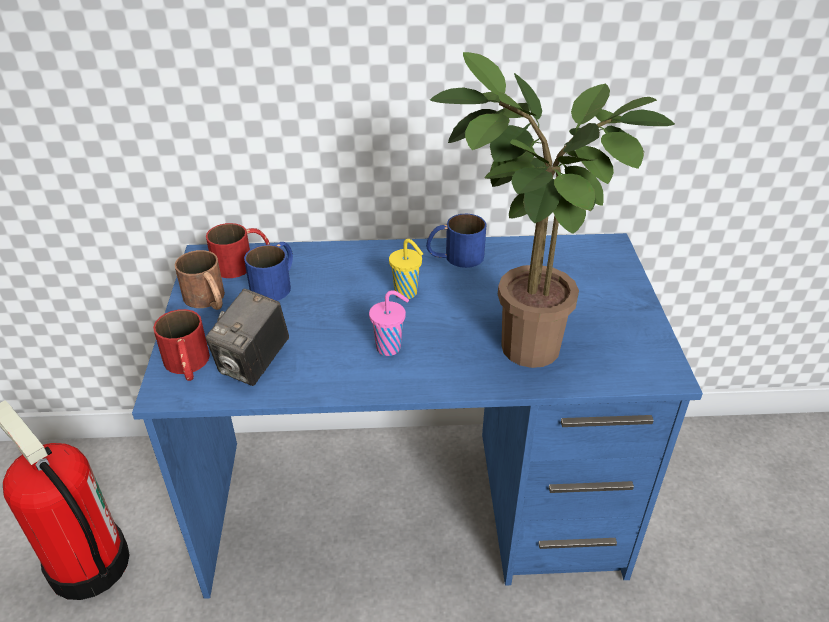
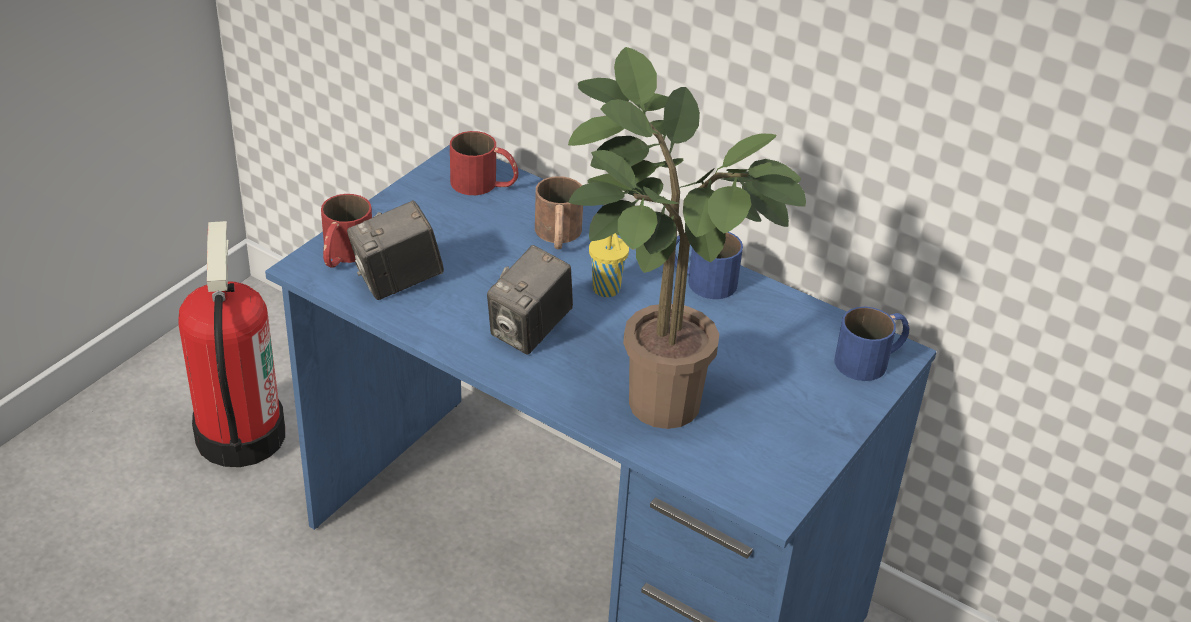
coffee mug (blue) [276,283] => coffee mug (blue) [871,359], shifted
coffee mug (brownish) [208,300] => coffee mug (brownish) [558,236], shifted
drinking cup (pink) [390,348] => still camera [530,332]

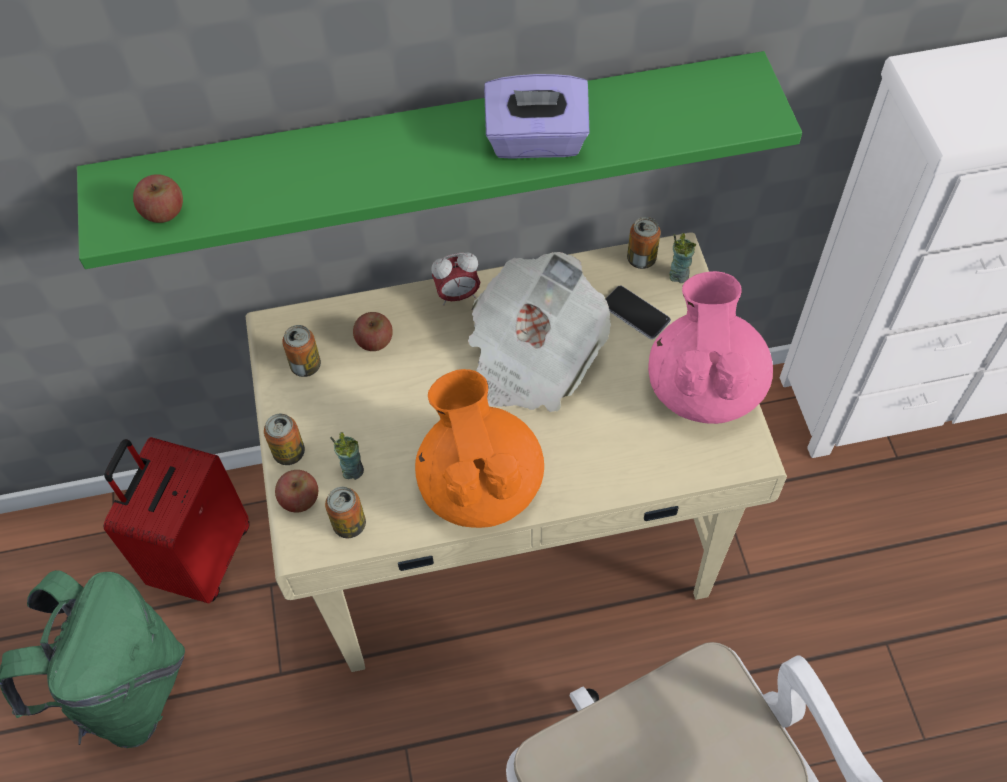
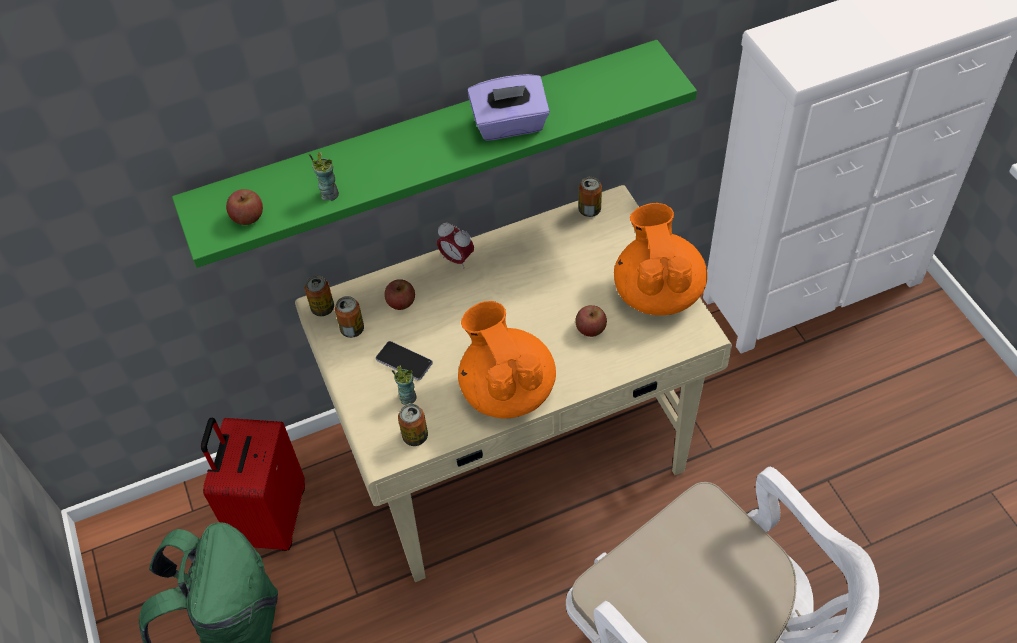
drinking cup [679,275] => drinking cup [329,194], shifted
bedside clock [457,295] => bedside clock [456,259], 60 degrees clockwise
newspaper [531,358] => nothing
tea pot (pink) [704,386] => tea pot (orange) [657,291]
phone [635,313] => phone [404,361], shifted
metal can [289,453] => metal can [323,308], shifted
whole apple [300,499] => whole apple [590,329], shifted

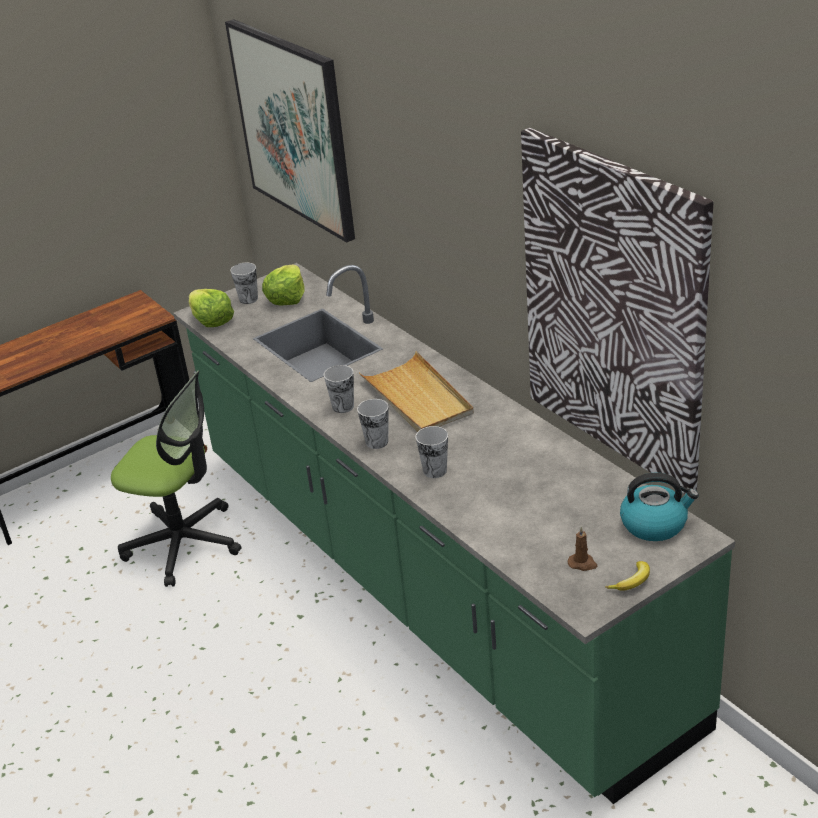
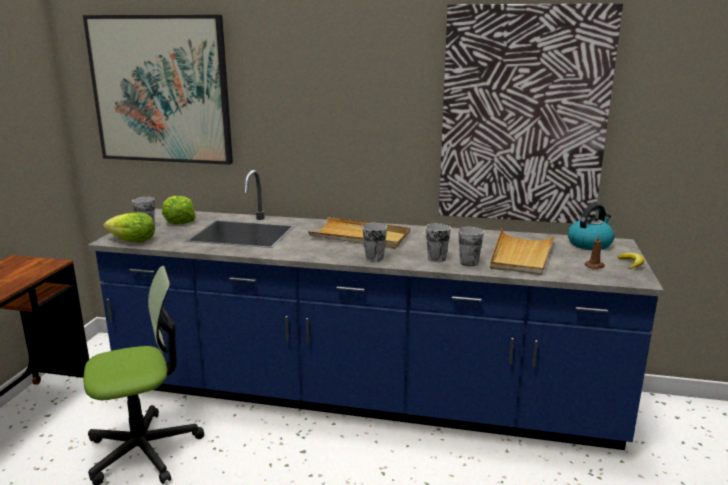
kitchen counter (green) [426,582] => kitchen counter (blue) [364,395]
drinking cup [343,406] => drinking cup [469,262], shifted
nothing => tray (sand-coloured) [521,255]

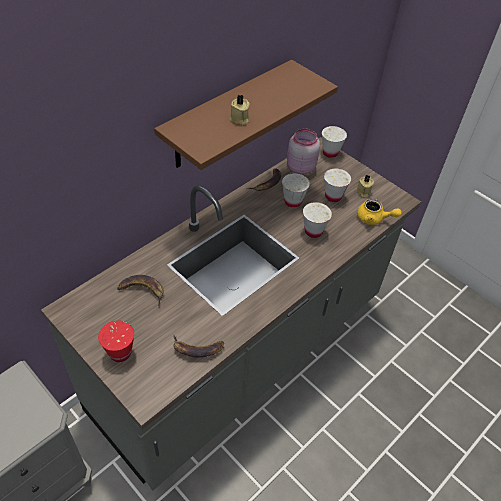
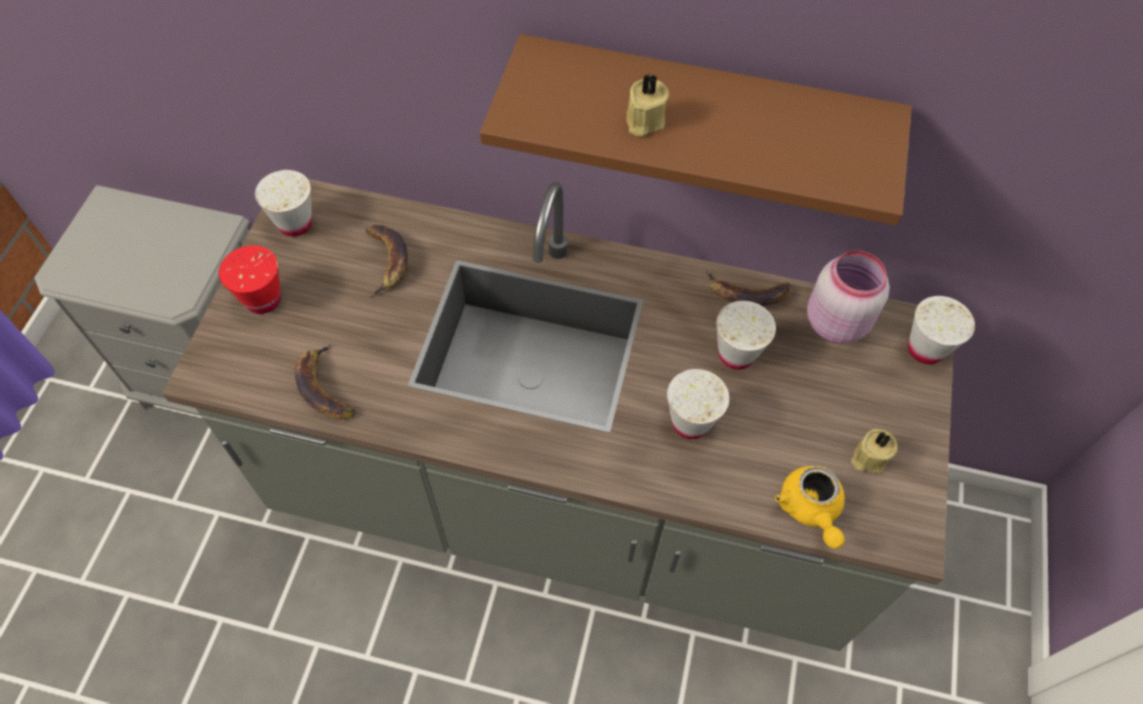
drinking cup (white-coloured) [333,196] => drinking cup (white-coloured) [295,224], shifted

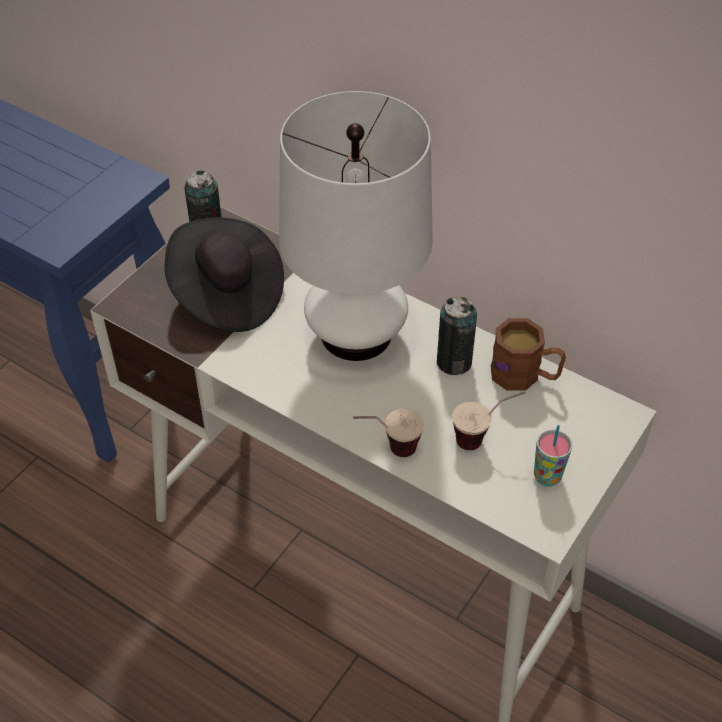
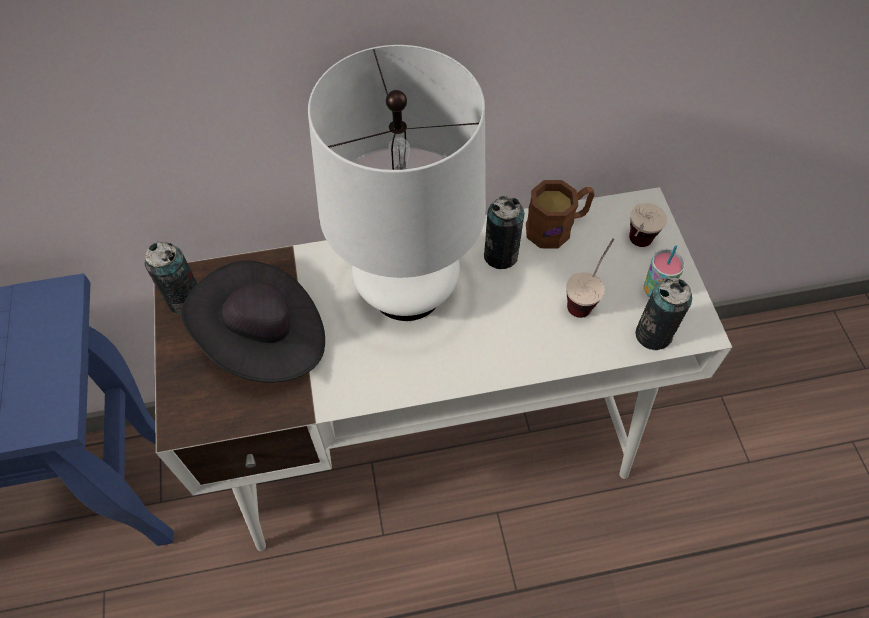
drinking cup [387,450] => drinking cup [635,248], shifted
nothing => metal can [653,334]

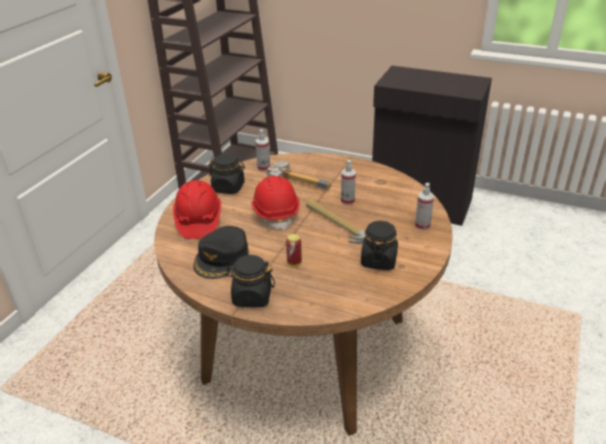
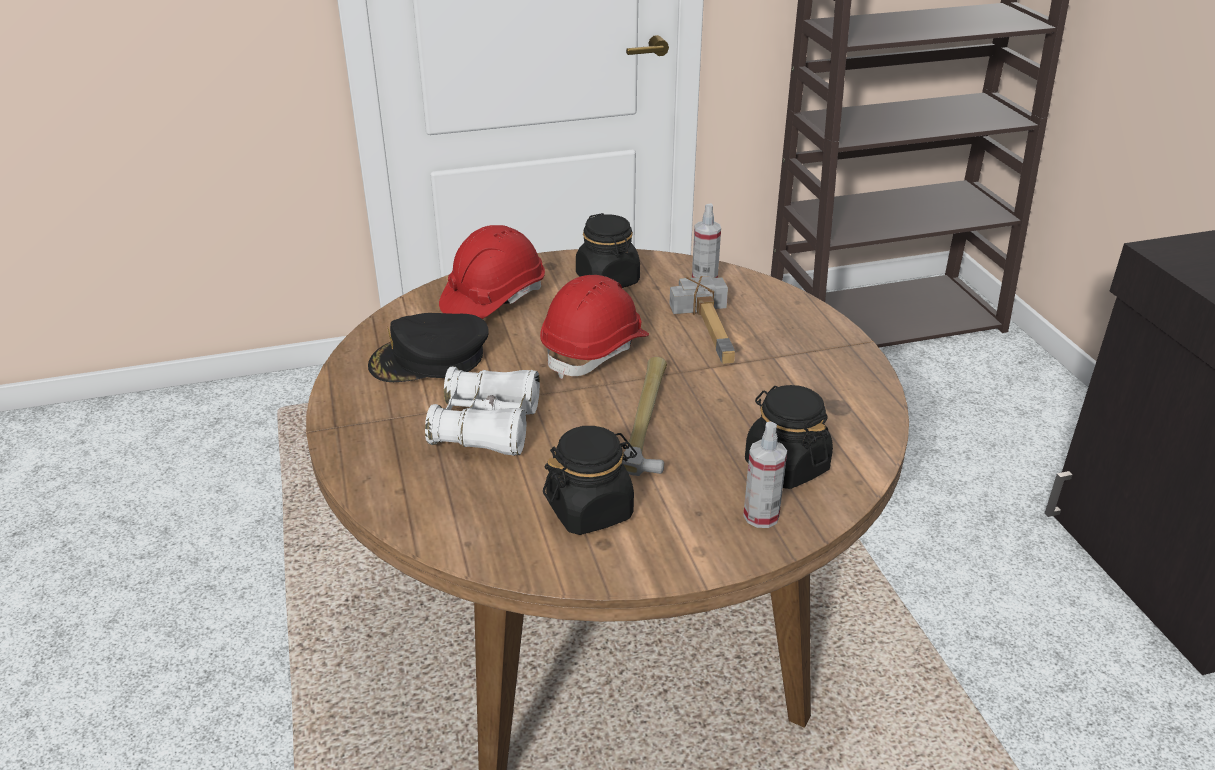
spray bottle [347,201] => nothing
metal can [294,263] => field glasses (white-coloured) [487,426]
preserve jar (blackish) [251,297] => preserve jar (blackish) [786,466], shifted

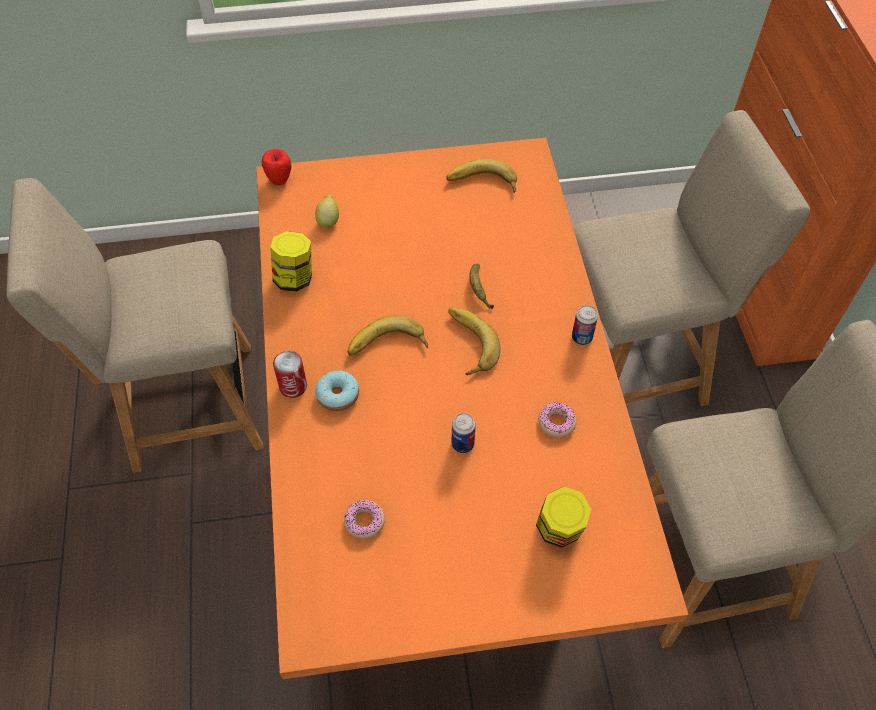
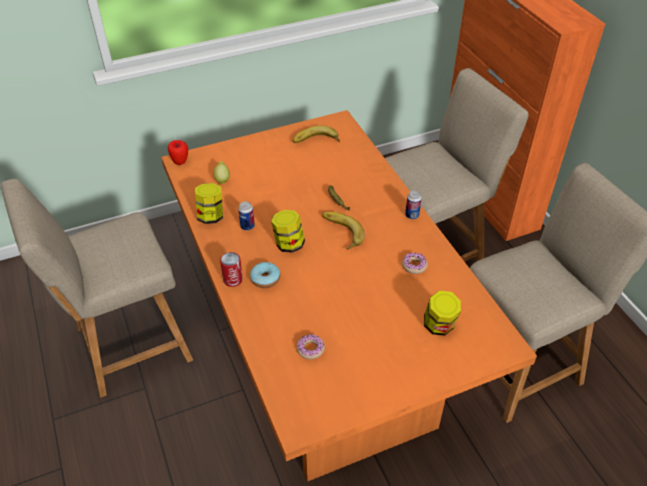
banana [388,346] => preserve jar [288,244]
metal can [462,444] => metal can [247,226], shifted

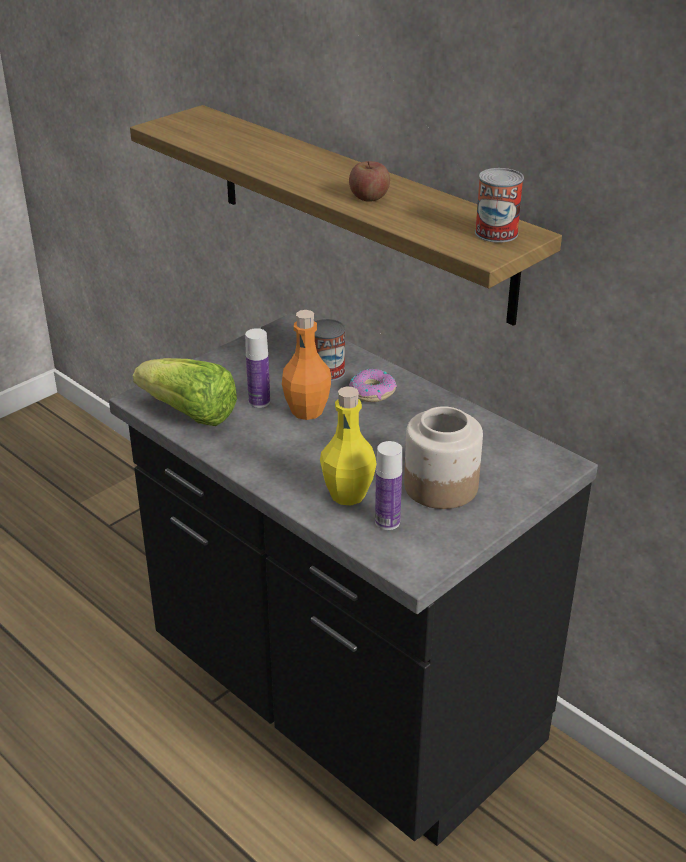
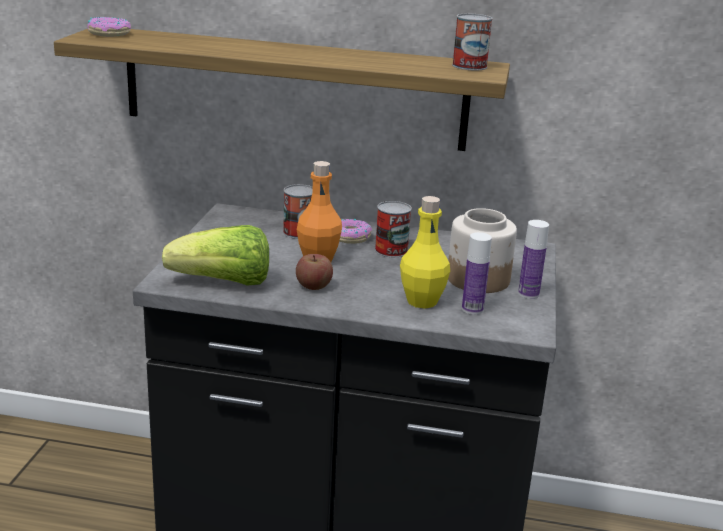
whole apple [369,197] => whole apple [313,286], shifted
bottle [259,401] => bottle [528,294], shifted
nothing => donut [109,33]
nothing => metal can [391,250]

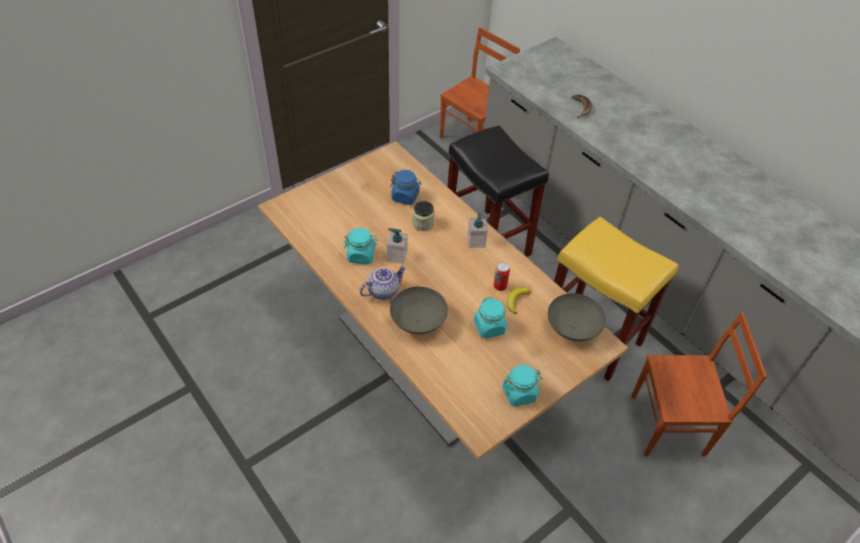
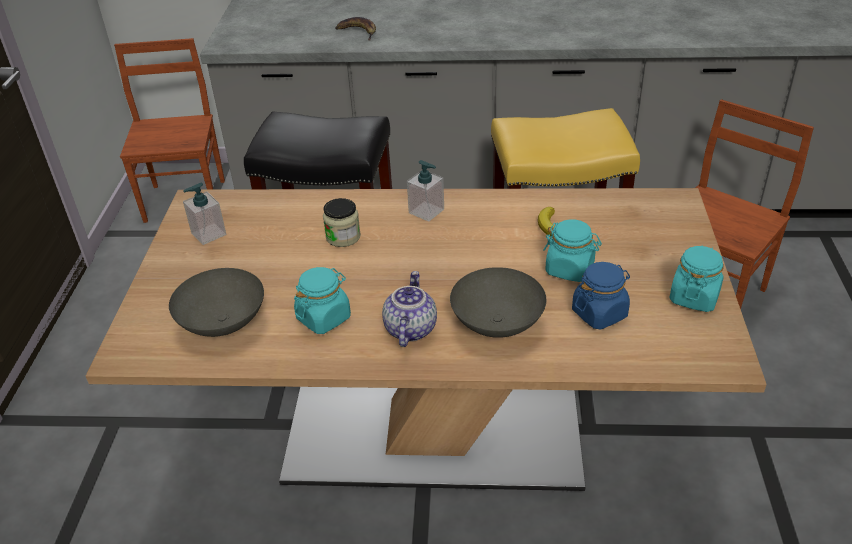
preserve jar (blue) [405,196] => preserve jar (blue) [599,313], shifted
soap dispenser [397,256] => soap dispenser [208,234], shifted
metal can [500,286] => nothing
deep dish (grey) [573,329] => deep dish (grey) [224,323], shifted

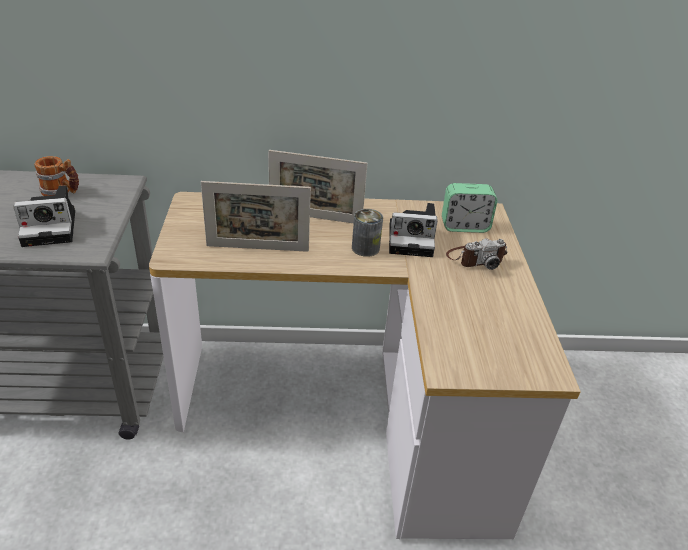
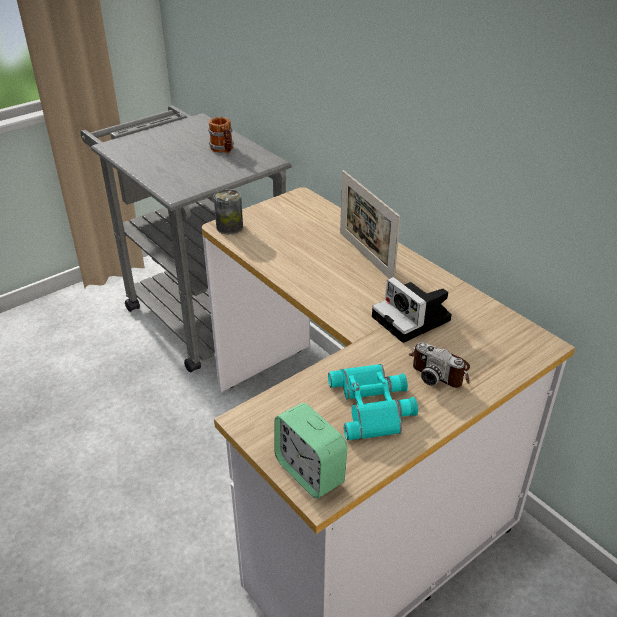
photo frame [257,248] => nothing
bedside clock [464,226] => bedside clock [309,472], shifted
still camera [52,227] => nothing
metal can [365,248] => metal can [229,227], shifted
nothing => field glasses (turquoise-coloured) [374,406]

